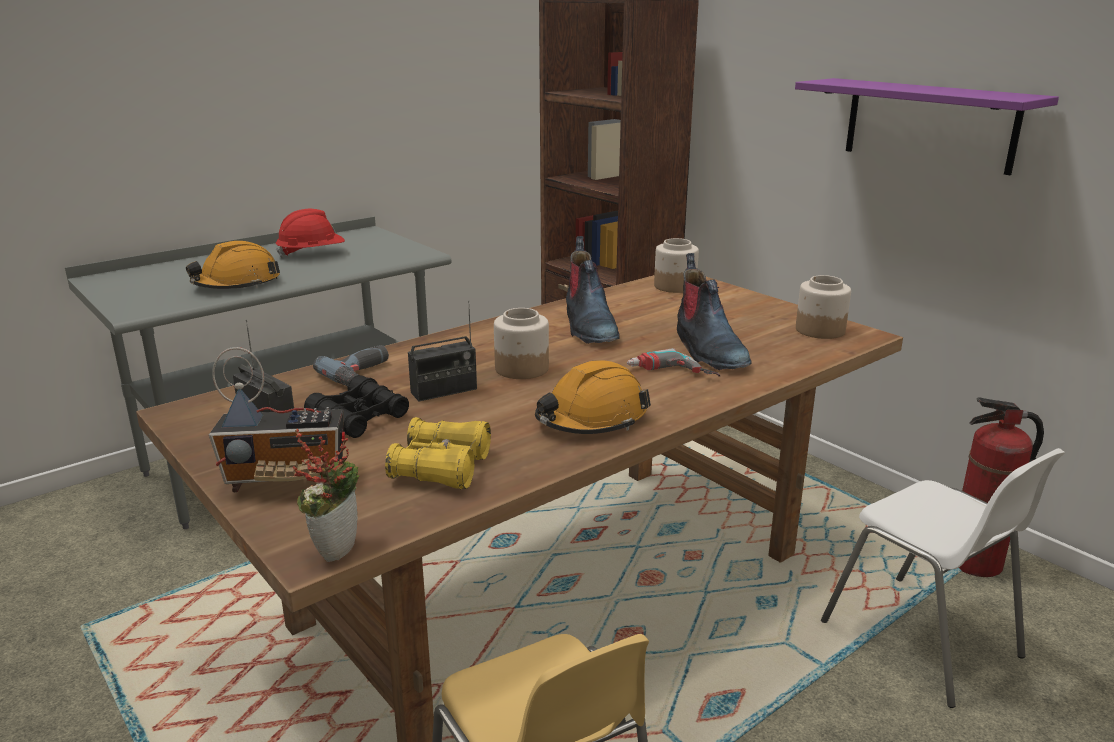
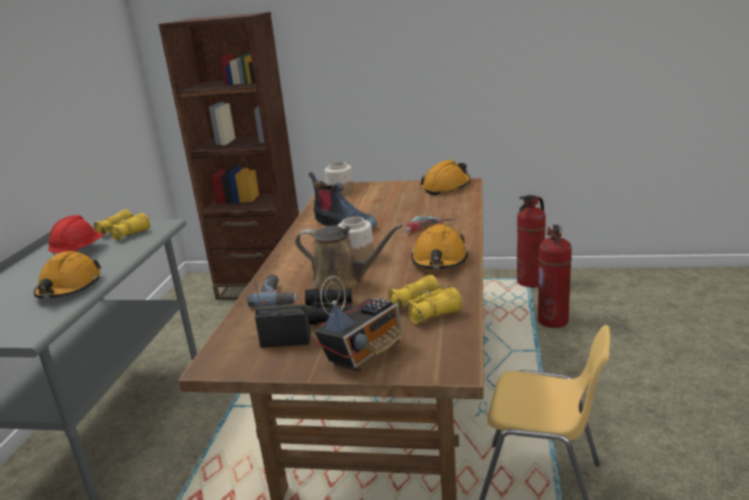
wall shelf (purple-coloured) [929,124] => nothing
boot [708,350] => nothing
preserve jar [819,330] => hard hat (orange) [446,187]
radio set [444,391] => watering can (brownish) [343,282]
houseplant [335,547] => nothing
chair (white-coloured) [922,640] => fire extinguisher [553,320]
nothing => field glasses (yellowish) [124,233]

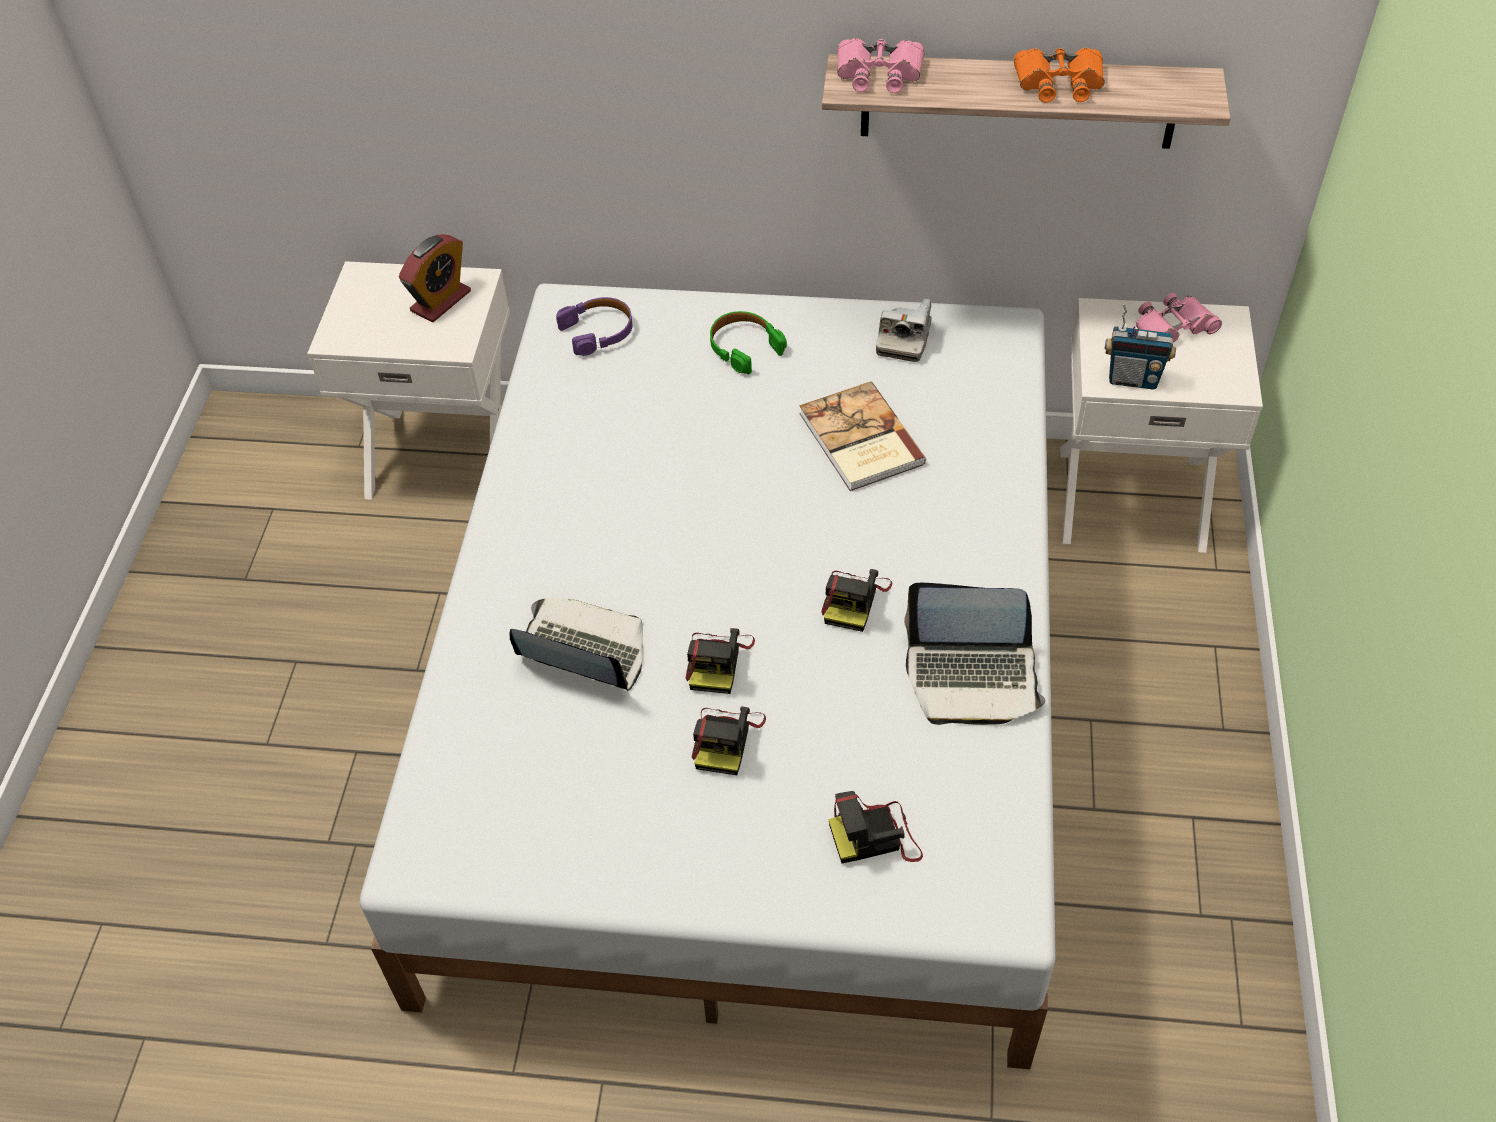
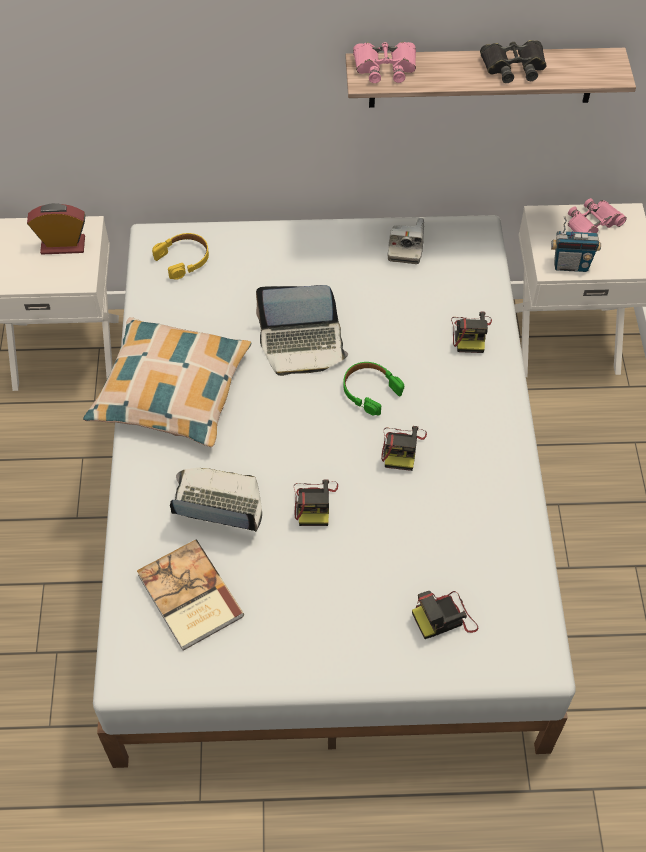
field glasses (orange) [1059,83] => field glasses (blackish) [513,66]
bedside clock [441,301] => bedside clock [63,245], 120 degrees counterclockwise
pair of headphones (purple-coloured) [598,331] => pair of headphones (yellowish) [184,259]
pair of headphones (green) [744,347] => pair of headphones (green) [370,391], shifted
book [859,440] => book [188,597], shifted
portable computer [972,677] => portable computer [302,345], shifted
still camera [726,739] => still camera [470,333], shifted
nothing => pillow [171,391]

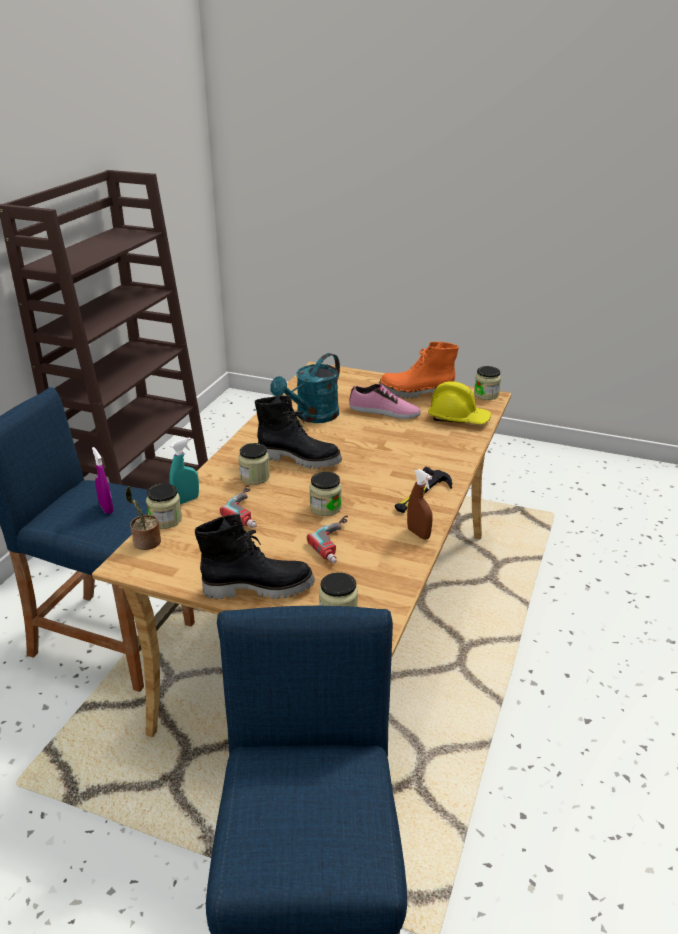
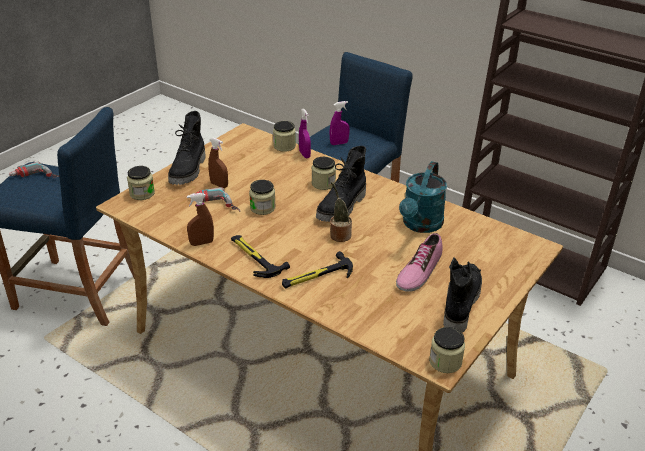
boot (orange) [416,393] => boot (blackish) [459,303]
watering can (turquoise-coloured) [312,417] => watering can (turquoise-coloured) [420,225], 120 degrees counterclockwise
hard hat (yellowish) [458,418] => nothing
spray bottle (turquoise-coloured) [186,500] => spray bottle (purple-coloured) [304,154]
electric drill [250,510] => electric drill [35,178], shifted
houseplant [146,543] => houseplant [339,235], shifted
nothing => spray bottle (brownish) [219,185]
nothing => tool hammer [317,276]

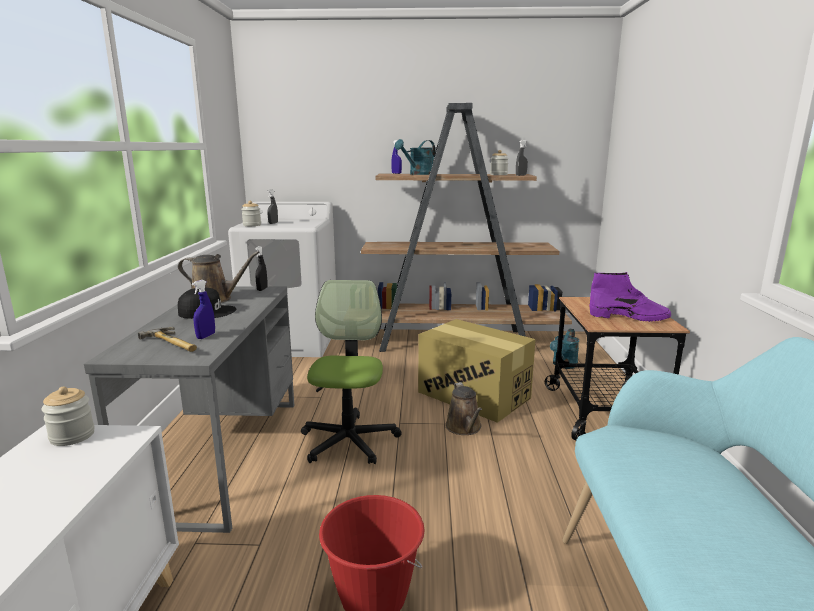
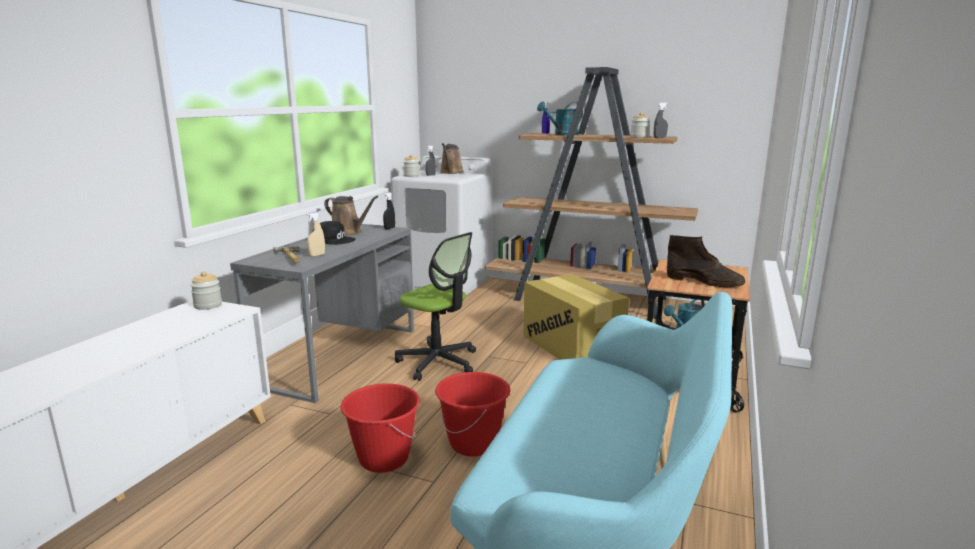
boot (purple-coloured) [629,317] => boot (brownish) [704,282]
spray bottle (blue) [206,336] => spray bottle (sand-coloured) [317,255]
desk chair [349,441] => desk chair [438,362], 105 degrees clockwise
watering can (brownish) [464,428] => watering can (brownish) [451,172], shifted
nothing => pail (red) [473,443]

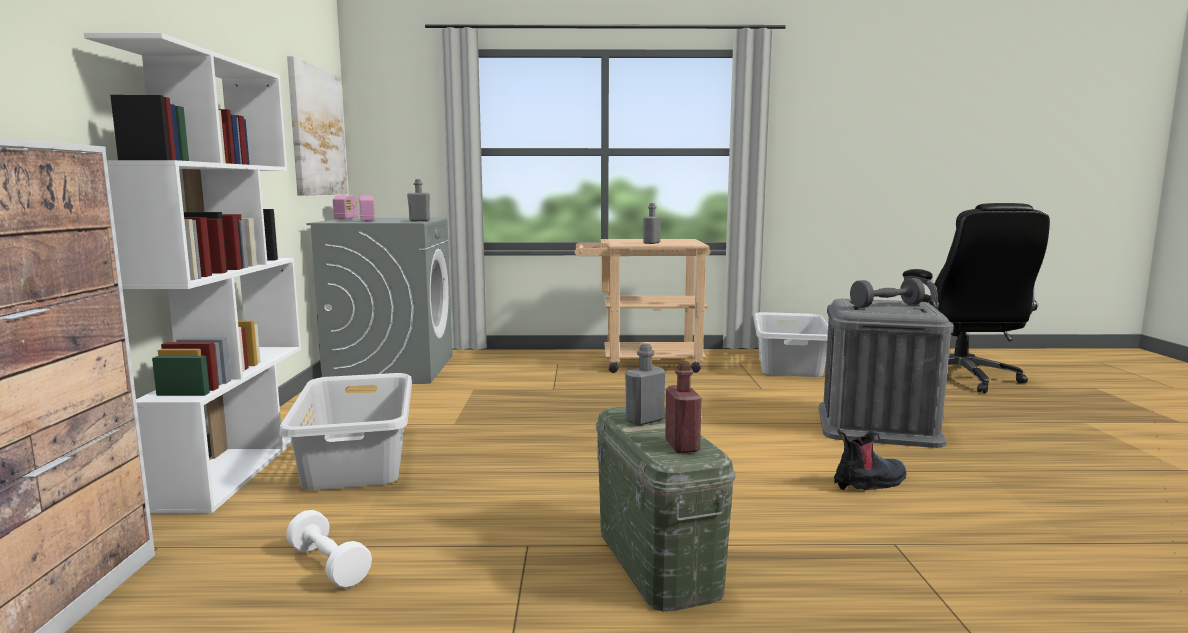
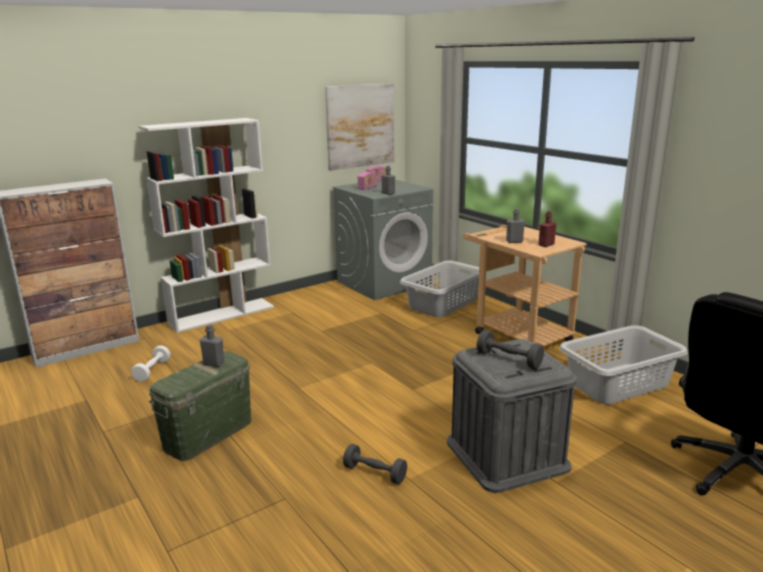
bottle (red) [682,446] => bottle (red) [546,245], shifted
hamper (grey) [358,460] => hamper (grey) [444,303], shifted
boot [870,483] => dumbbell (grey) [375,473]

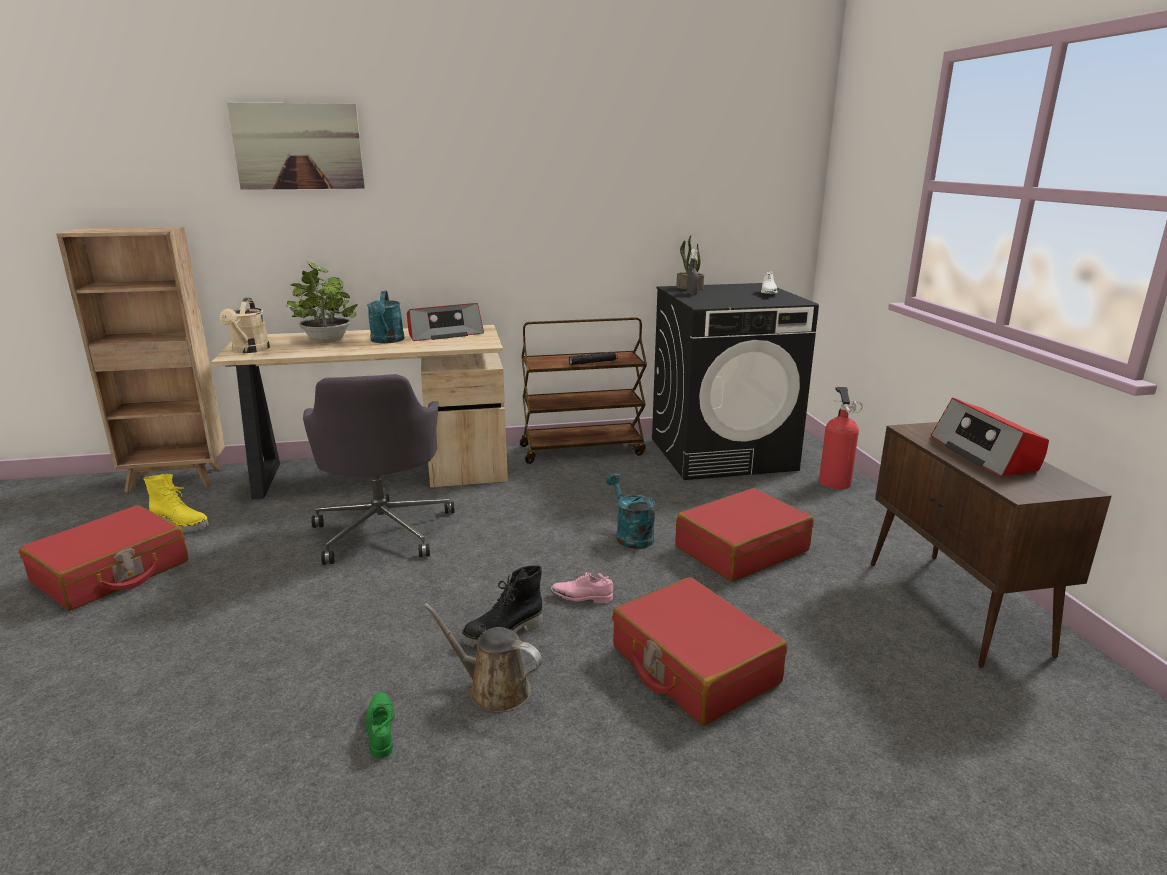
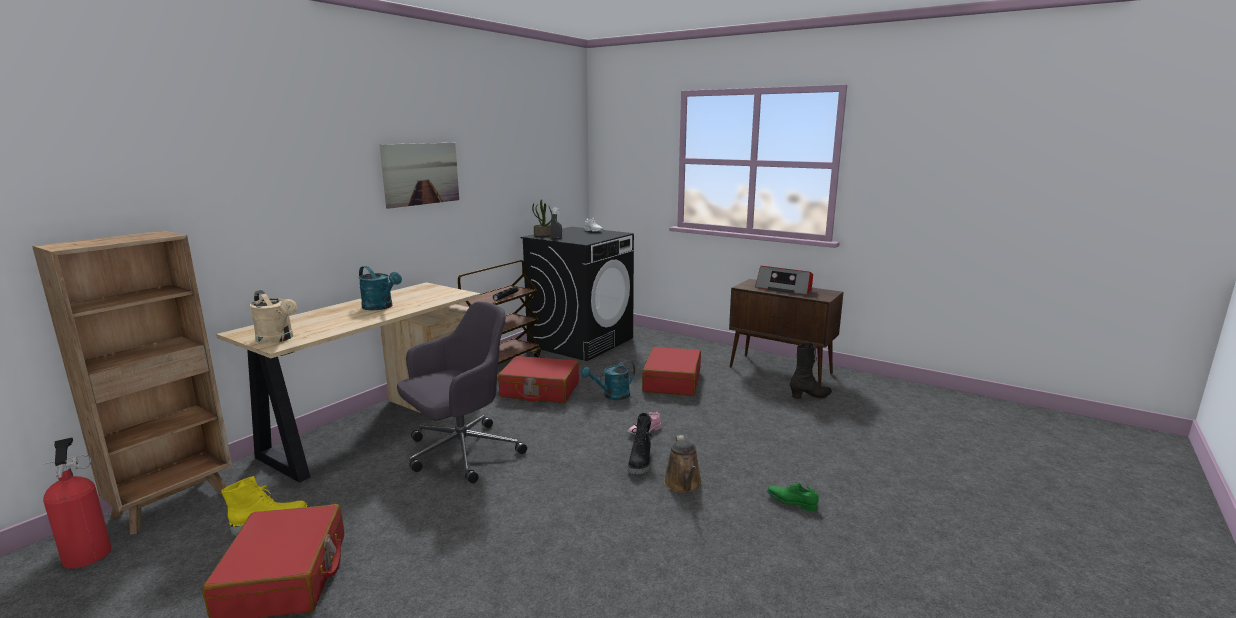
wall art [298,146] => wall art [421,174], shifted
houseplant [326,340] => nothing
radio set [444,334] => nothing
desk chair (grey) [383,530] => desk chair (grey) [460,453], 75 degrees counterclockwise
fire extinguisher [834,481] => fire extinguisher [88,553], shifted
watering can (turquoise-coloured) [630,535] => watering can (turquoise-coloured) [612,396], 45 degrees counterclockwise
travel case (red) [693,666] => travel case (red) [539,390], shifted
watering can (brownish) [494,689] => watering can (brownish) [683,485], 75 degrees counterclockwise
shoe (green) [381,729] => shoe (green) [791,502], shifted
nothing => boot (blackish) [810,397]

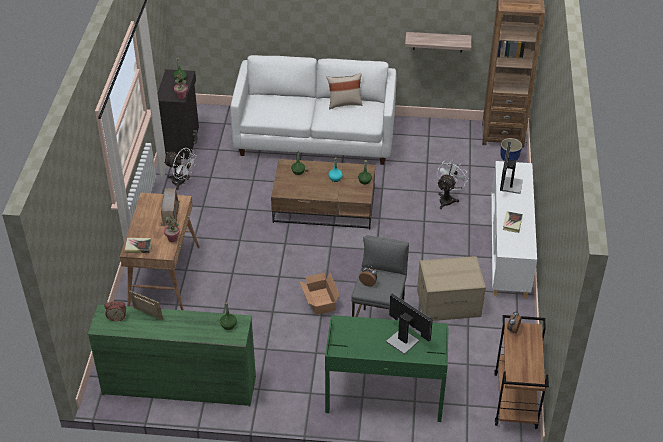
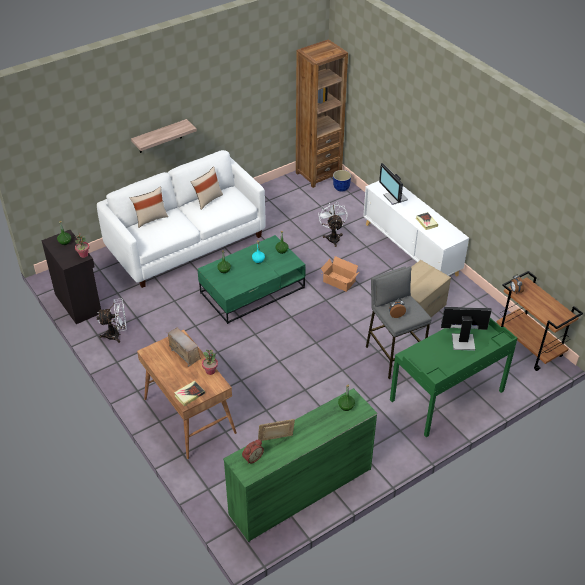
wall shelf [438,42] => wall shelf [160,136], shifted
coffee table (brownish) [324,206] => coffee table (green) [253,290]
packing box [319,302] => packing box [339,282], shifted
nothing => pillow (sand-coloured) [150,219]

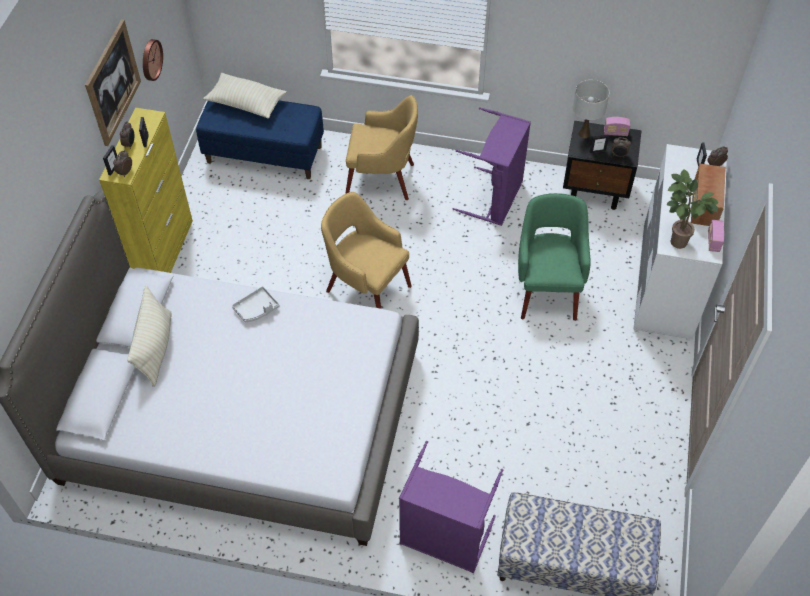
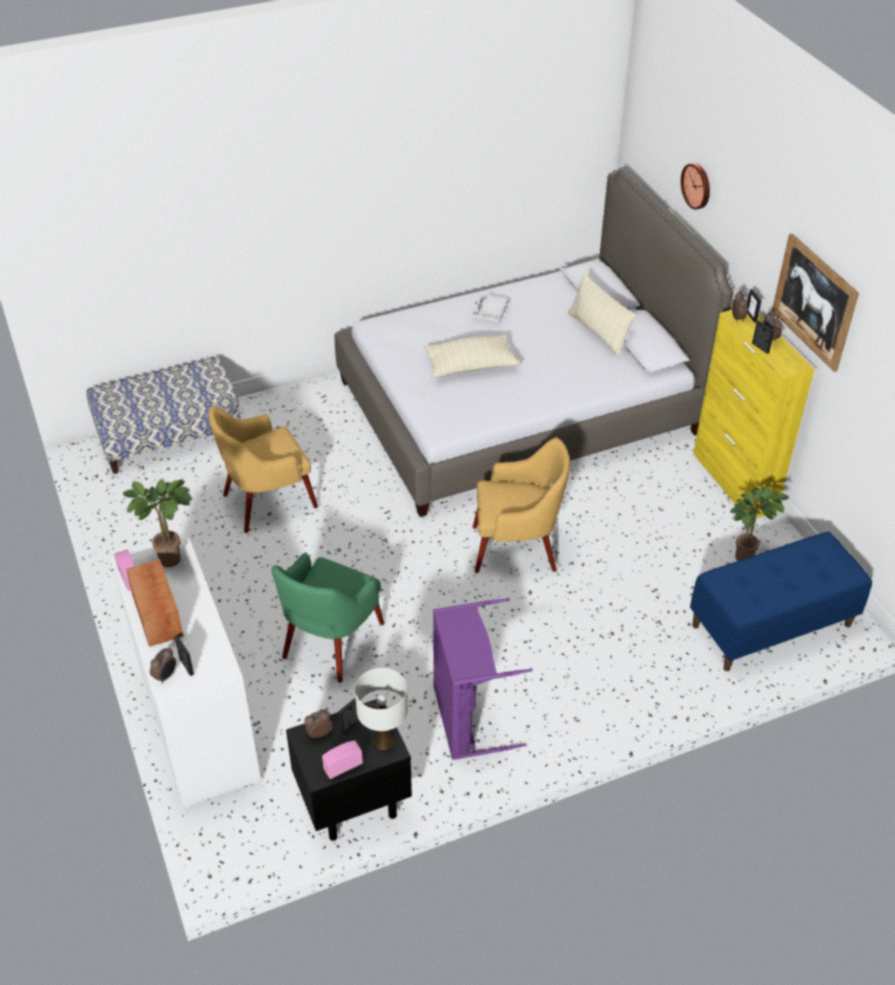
hanging clock [150,59] => hanging clock [697,185], shifted
pillow (sand-coloured) [246,103] => pillow (sand-coloured) [471,365], shifted
lounge chair (yellowish) [382,179] => lounge chair (yellowish) [266,501], shifted
lounge chair (green) [547,289] => lounge chair (green) [331,642], 60 degrees clockwise
tray (grey) [256,309] => tray (grey) [490,313], shifted
hamper (purple-coloured) [444,539] => nothing
nothing => houseplant [745,555]

